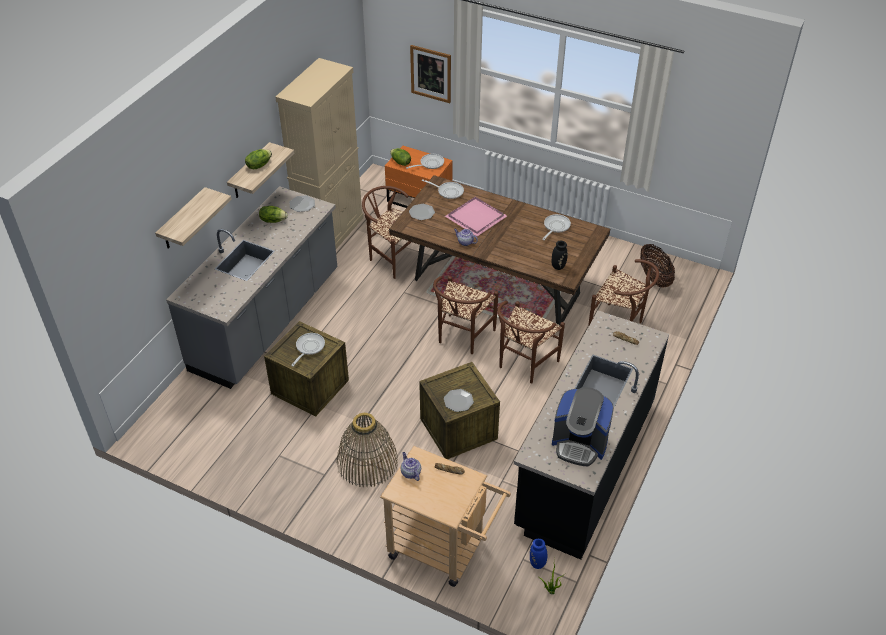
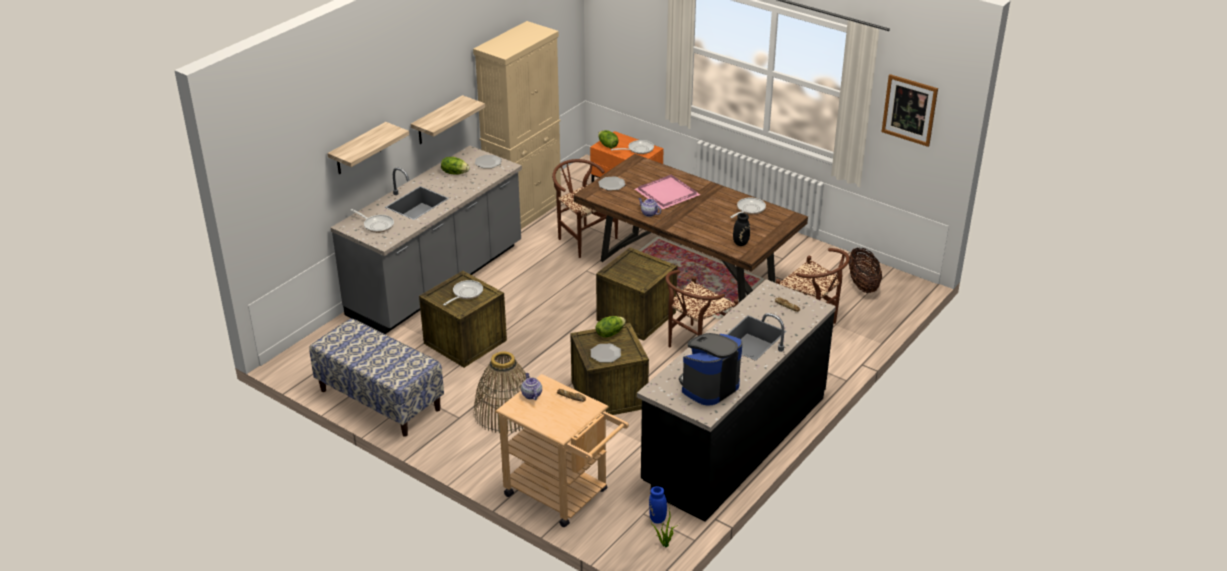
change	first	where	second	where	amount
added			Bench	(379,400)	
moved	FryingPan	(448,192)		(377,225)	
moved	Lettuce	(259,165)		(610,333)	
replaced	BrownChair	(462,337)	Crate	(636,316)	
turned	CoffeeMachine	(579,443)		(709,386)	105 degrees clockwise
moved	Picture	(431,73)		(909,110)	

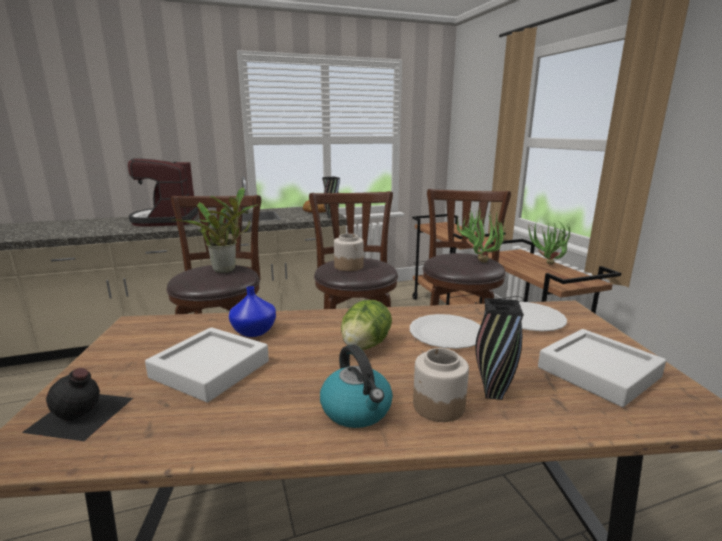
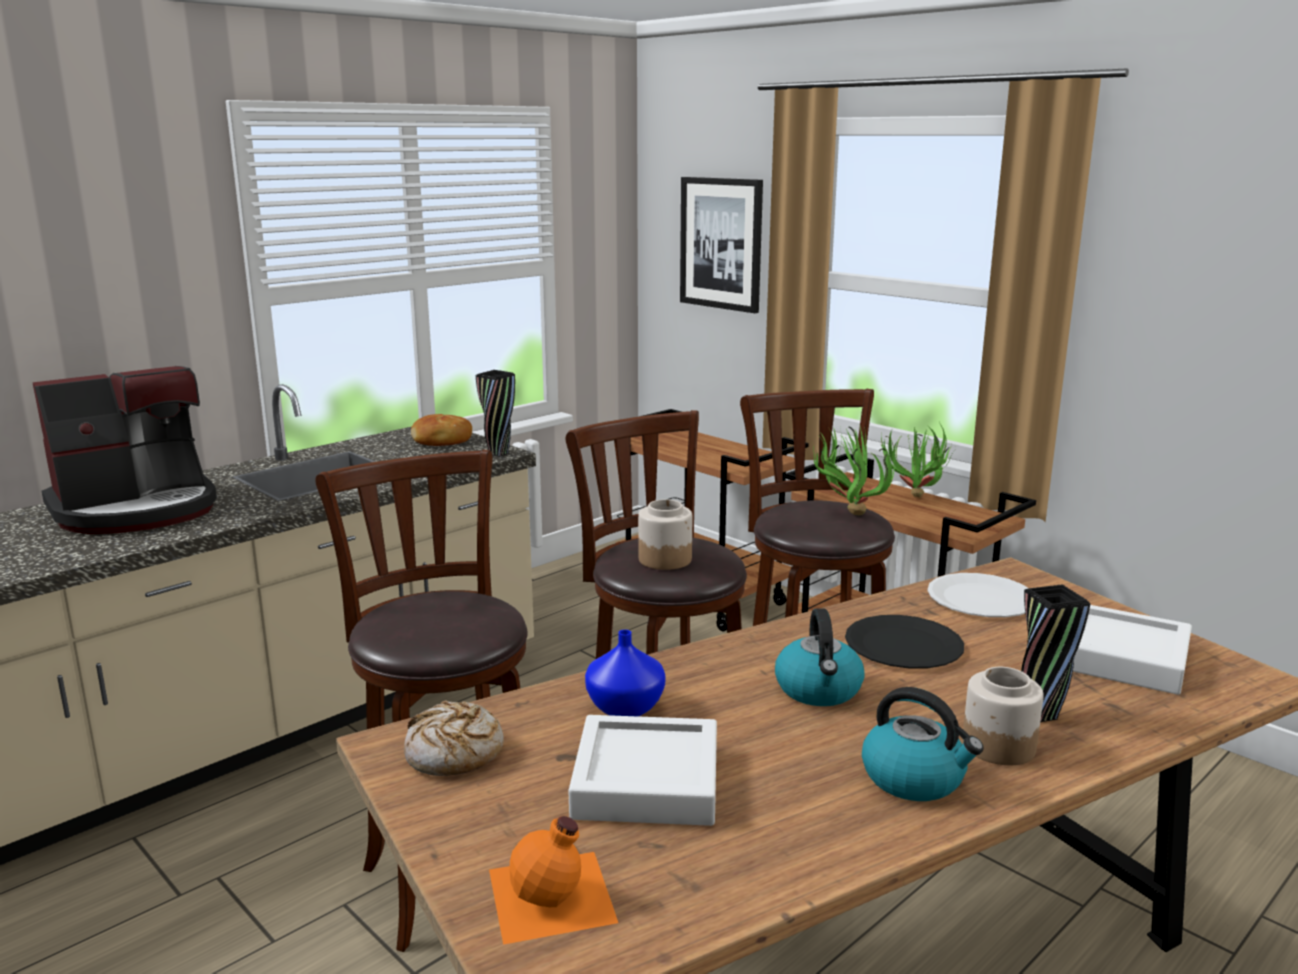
change	first	where	second	where	amount
turned	CoffeeMachine	(166,220)		(137,509)	90 degrees counterclockwise
added			Bread	(454,753)	
recoloured	BlackBottle	(81,415)	OrangeBottle	(553,896)	
added			Picture	(721,243)	
replaced	Lettuce	(365,345)	Kettle	(819,690)	
recoloured	WhitePlate	(446,333)	BlackPlate	(903,645)	
removed	PottedPlant	(227,269)			

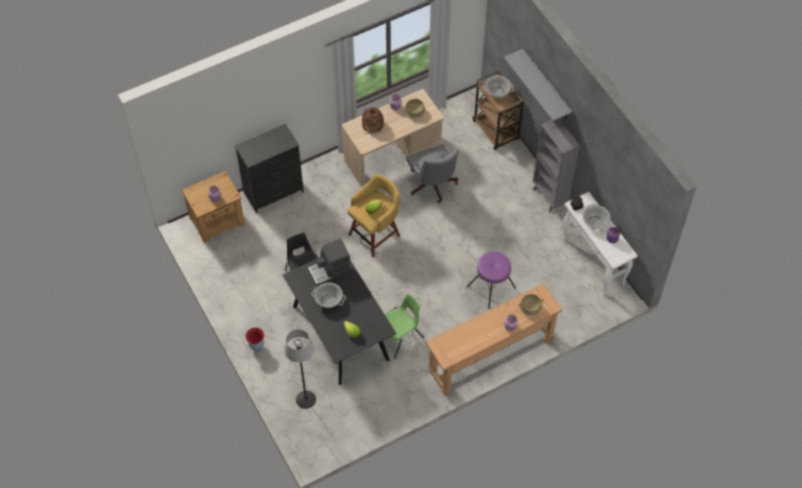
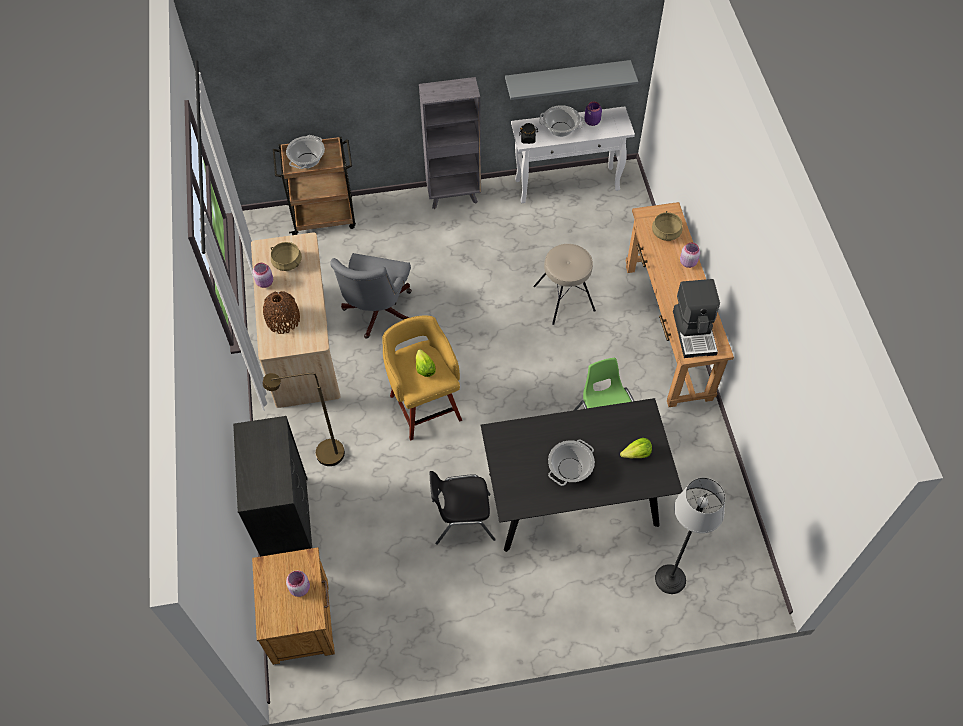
change	first	where	second	where	amount
added			BrownFloorLamp	(322,456)	
turned	GreyOfficeChair	(432,186)		(377,313)	105 degrees clockwise
moved	GreyShelf	(546,85)		(567,78)	
recoloured	PurpleStool	(491,287)	BeigeStool	(564,298)	
moved	CoffeeMachine	(330,271)		(695,332)	
removed	Vase	(256,347)			

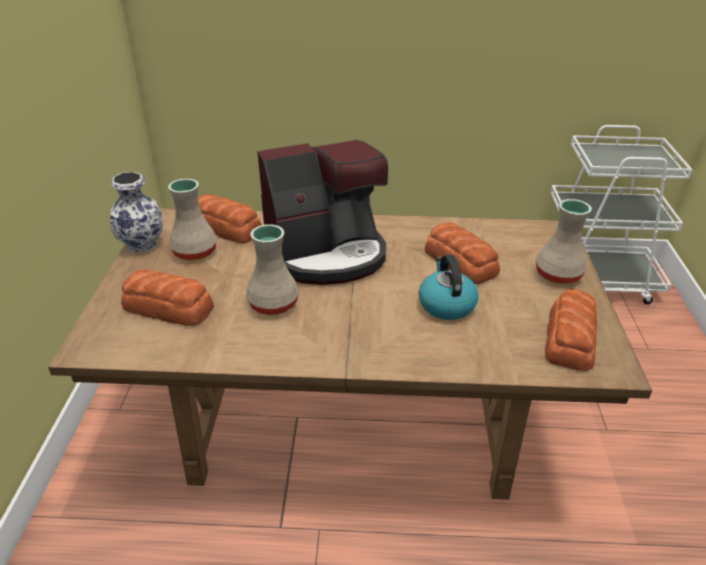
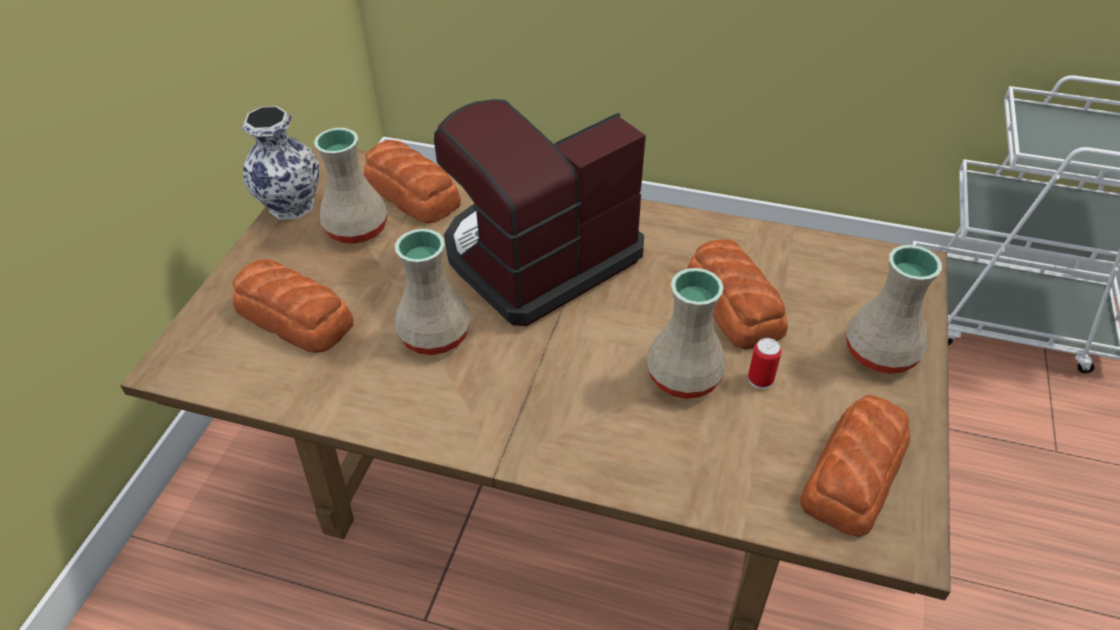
change	first	where	second	where	amount
turned	CoffeeMachine	(326,253)		(538,257)	150 degrees clockwise
replaced	Kettle	(446,304)	BeigeVase	(683,377)	
added			Can	(760,379)	

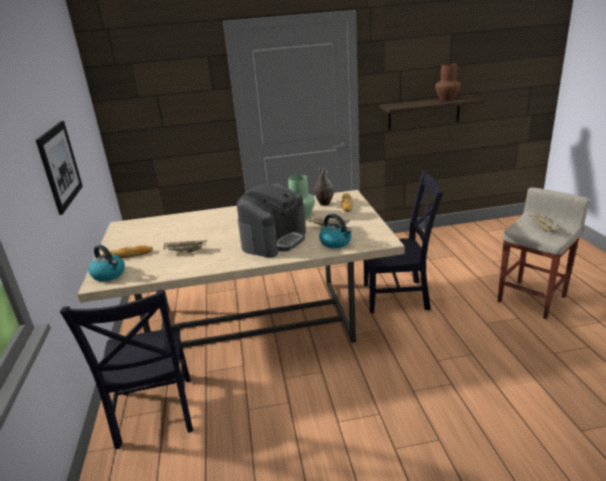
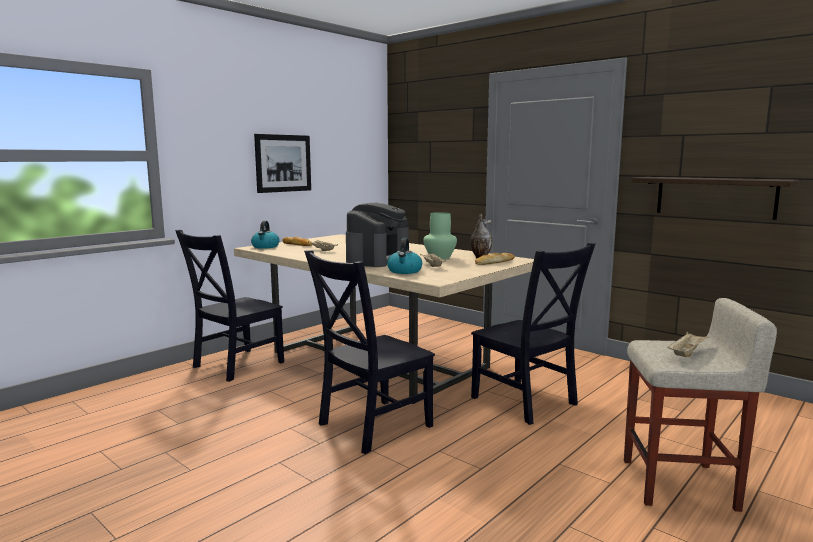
change	first	where	second	where	amount
added			BlackChair	(371,426)	
turned	CoffeeMachine	(274,240)		(378,260)	60 degrees counterclockwise
removed	BrownVase	(446,99)			

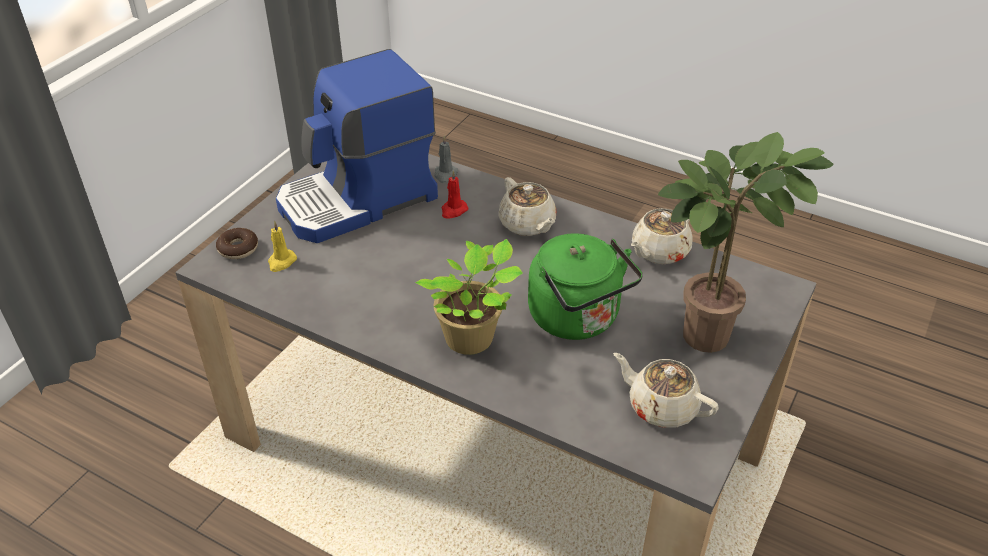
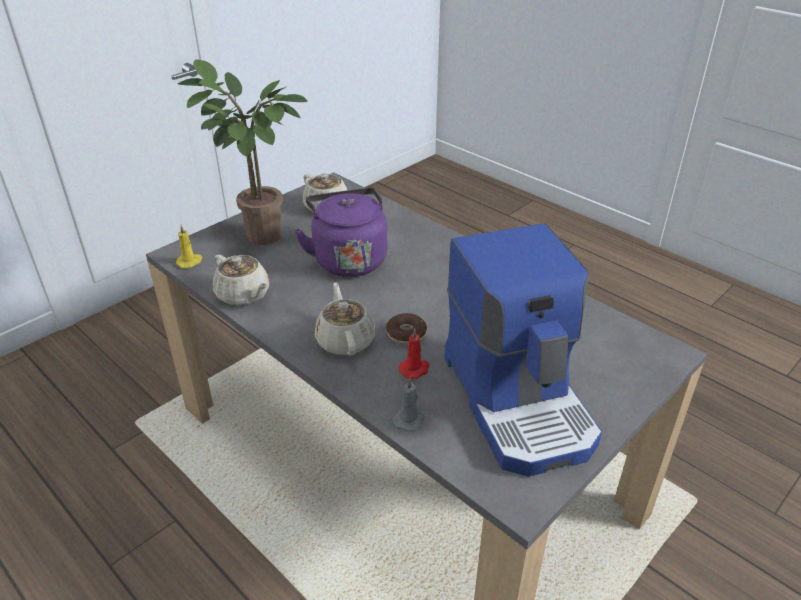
change	first	where	second	where	amount
moved	YellowCandle	(281,262)		(190,262)	
turned	BeigeTeapot	(659,251)		(243,295)	75 degrees clockwise
recoloured	GreenKettle	(578,319)	PurpleKettle	(348,259)	
moved	Donut	(238,249)		(406,334)	
turned	CoffeeMachine	(358,201)		(520,401)	90 degrees clockwise
removed	PottedPlant	(473,339)			

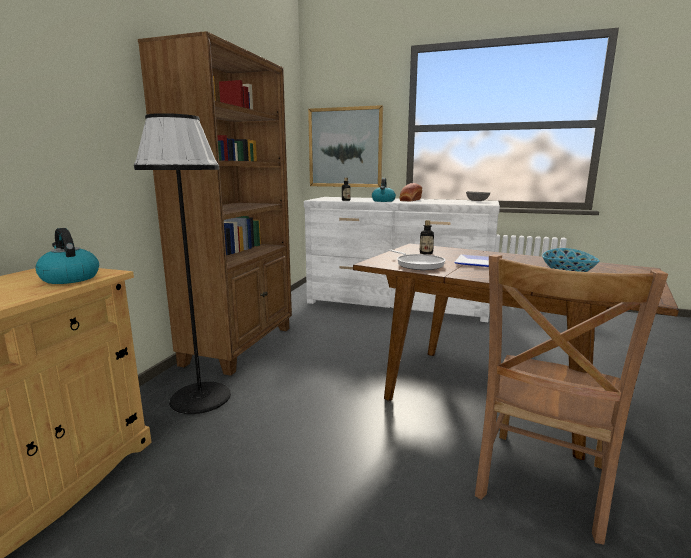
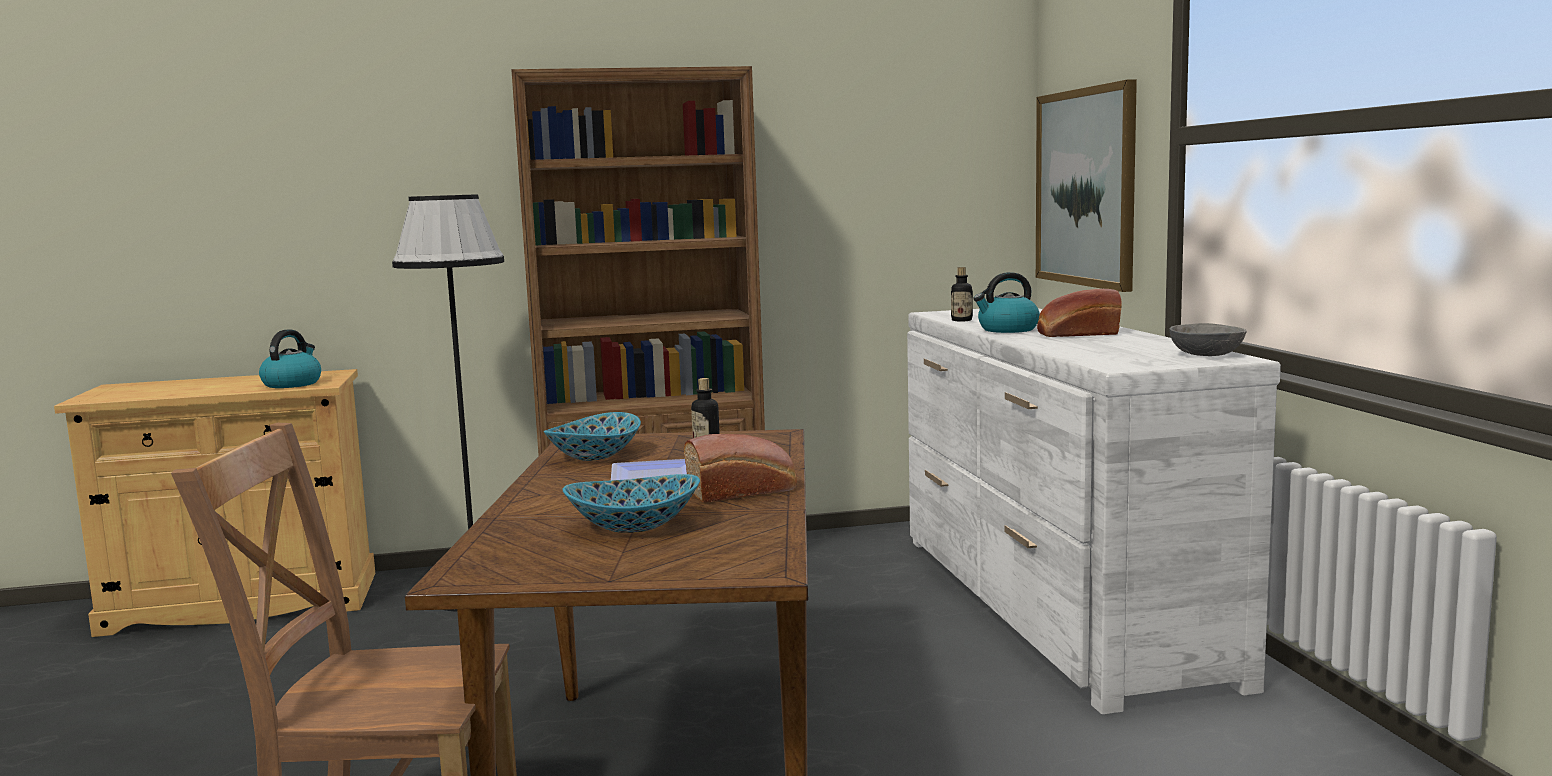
change	first	where	second	where	amount
replaced	FryingPan	(418,264)	Bowl	(595,456)	
added			Bread	(743,491)	

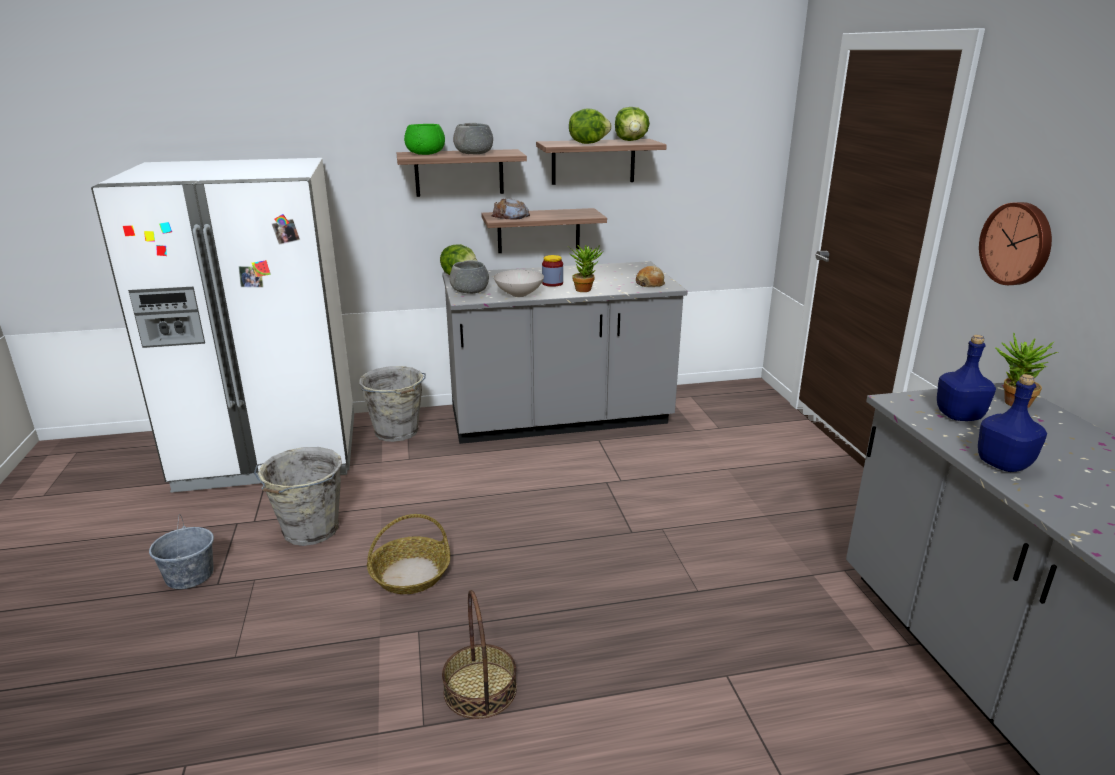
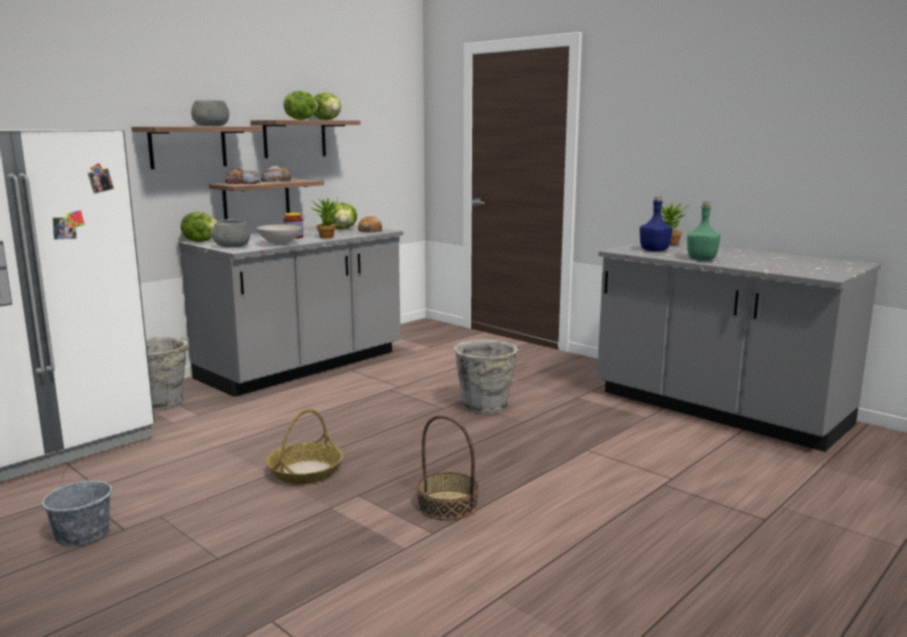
change	first	where	second	where	amount
added			Bread	(276,181)	
added			Lettuce	(343,229)	
moved	GreyBucket	(309,531)		(485,407)	
recoloured	BlueBottle	(1003,464)	GreenBottle	(701,259)	
removed	GreenBowl	(425,153)			
removed	WallClock	(1017,243)			

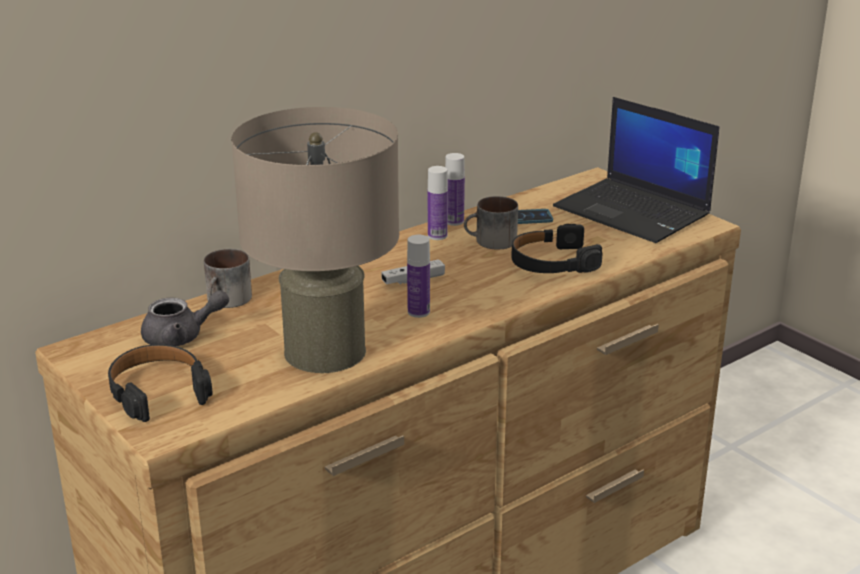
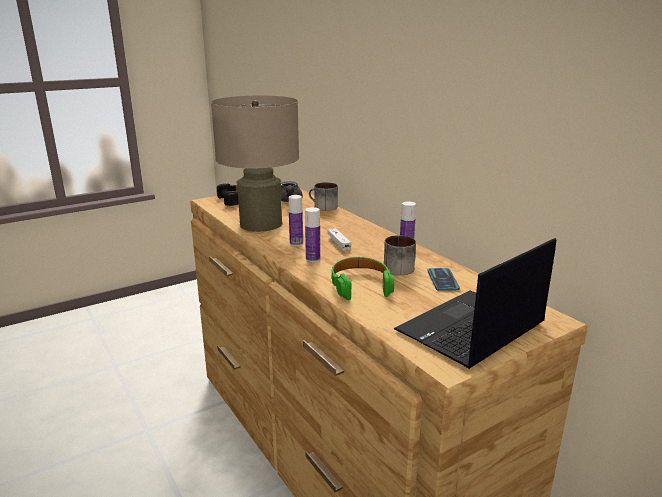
change	first	where	second	where	amount
moved	Bottle	(454,221)		(313,259)	
recoloured	BlackHeadphones	(552,262)	GreenHeadphones	(360,284)	

